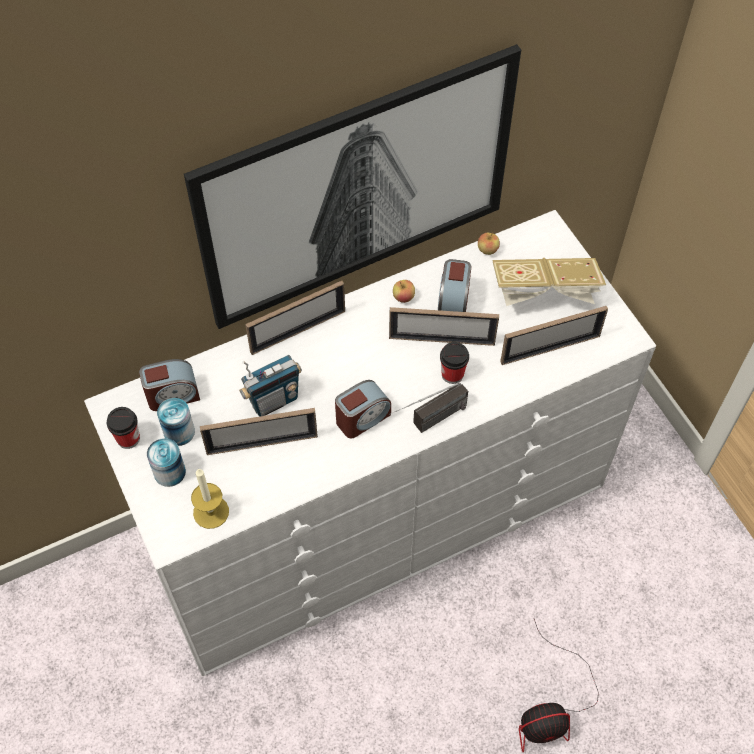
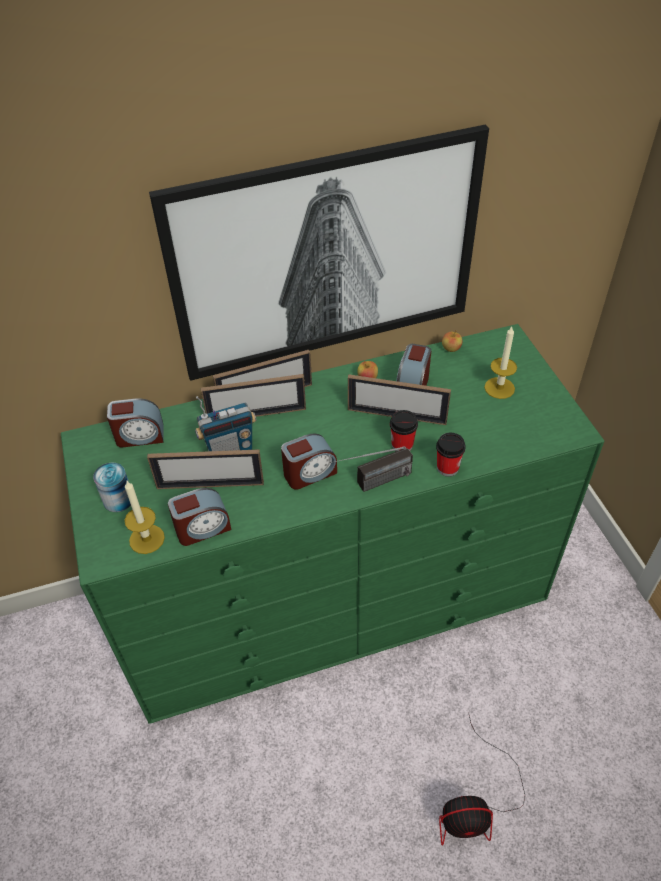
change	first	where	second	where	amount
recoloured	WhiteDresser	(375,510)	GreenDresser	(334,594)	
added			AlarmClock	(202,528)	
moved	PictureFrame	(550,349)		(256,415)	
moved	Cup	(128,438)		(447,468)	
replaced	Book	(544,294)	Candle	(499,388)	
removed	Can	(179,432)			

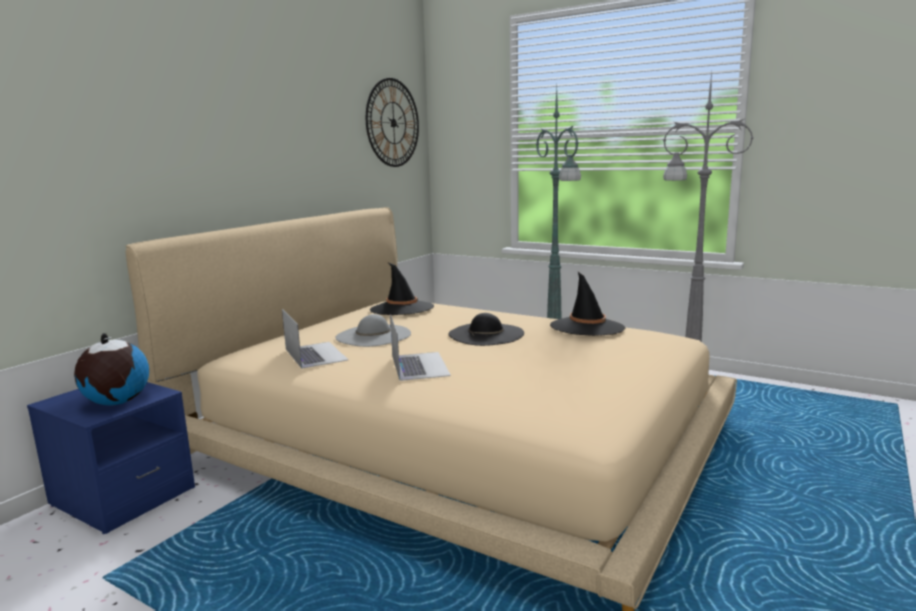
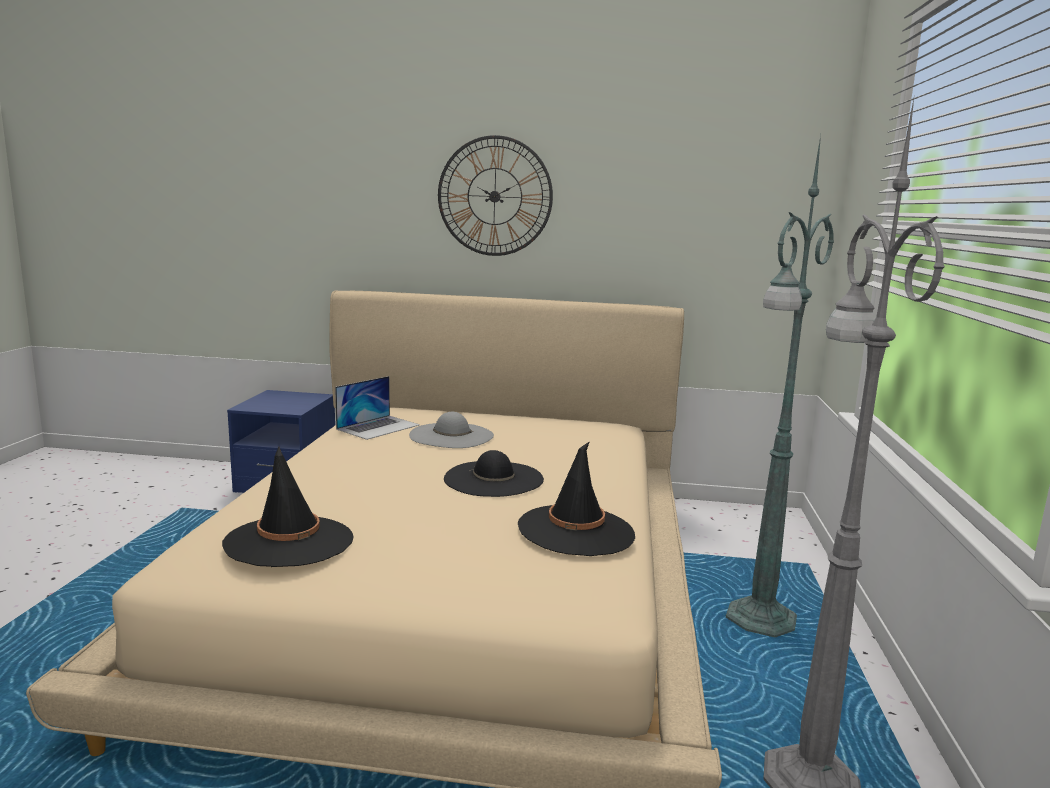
change	first	where	second	where	amount
moved	BlackHat	(402,309)		(289,542)	
moved	WallClock	(393,123)		(494,196)	
removed	Globe	(117,402)			
removed	Laptop	(419,365)			

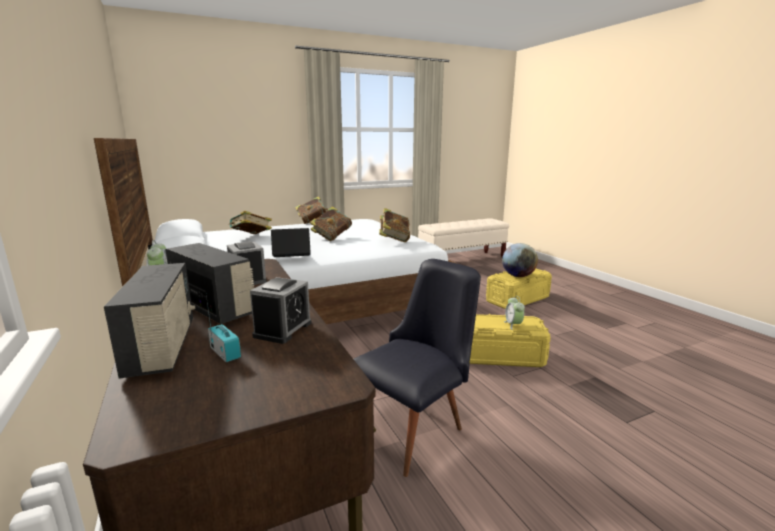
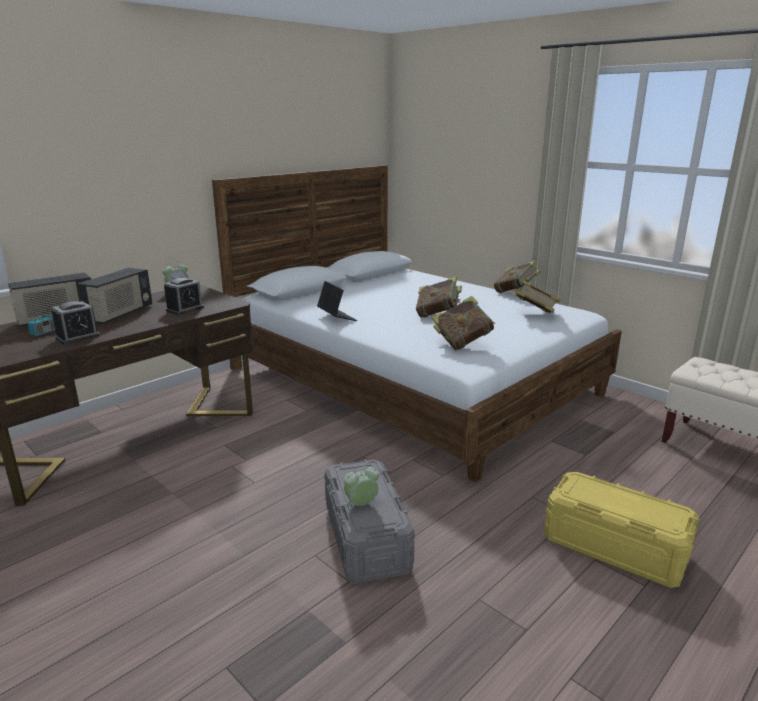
change	first	where	second	where	amount
turned	AlarmClock	(283,329)		(77,337)	45 degrees counterclockwise
recoloured	YellowStorageBox	(497,355)	GreyStorageBox	(366,538)	
moved	Book	(251,237)		(534,315)	
removed	BlackChair	(414,426)			
removed	Globe	(518,276)			

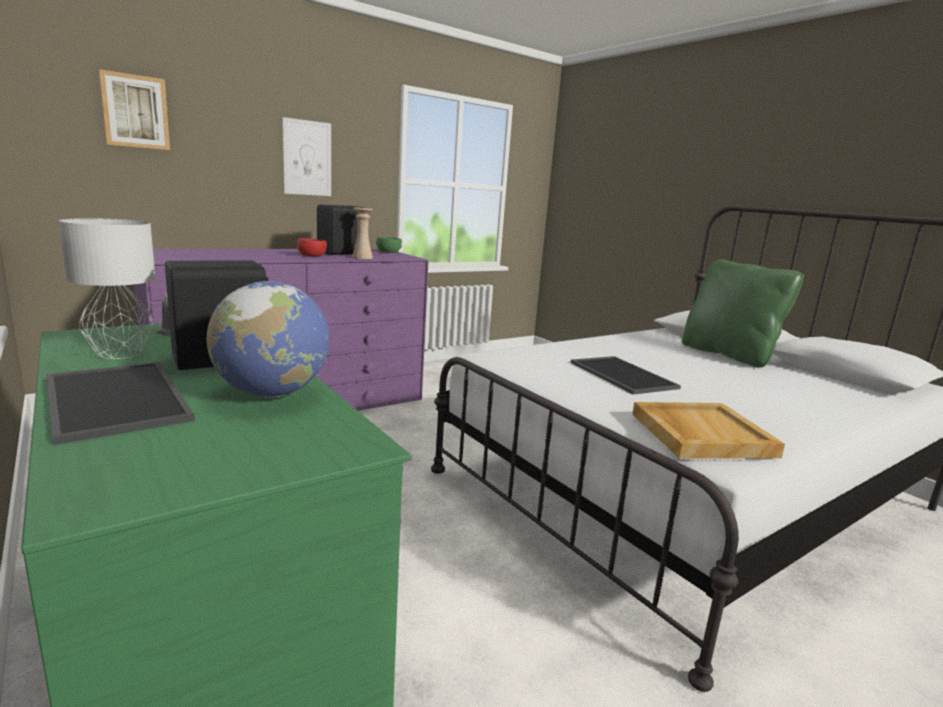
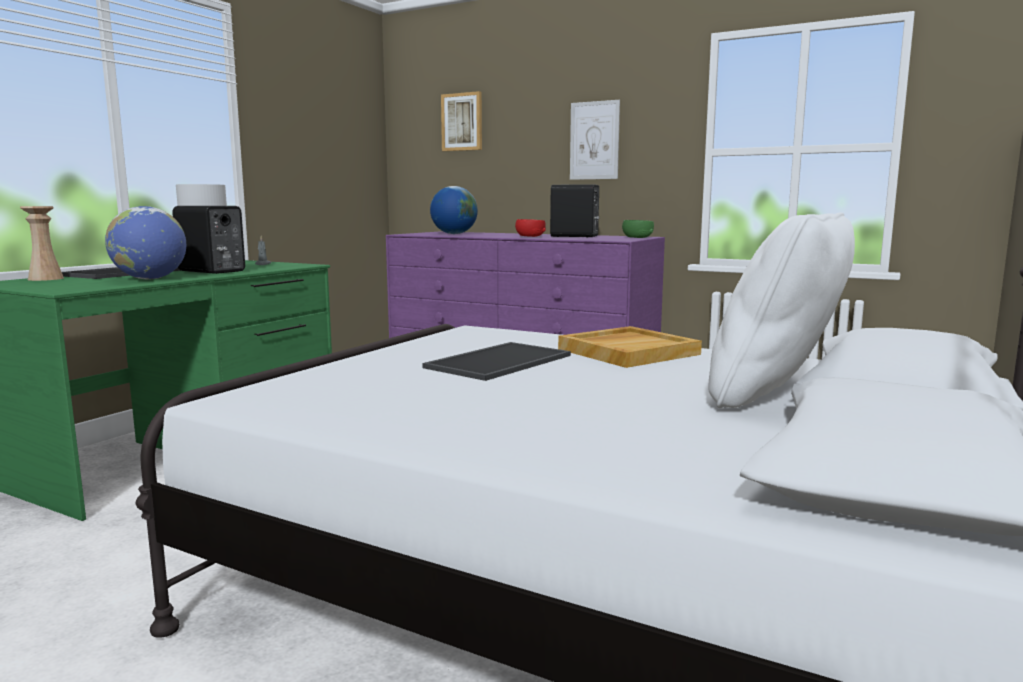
change	first	where	second	where	amount
moved	BeigeVase	(362,257)		(46,279)	
added			Globe	(454,234)	
moved	BeigeTray	(700,434)		(628,351)	
recoloured	GreenPillow	(729,355)	WhitePillow	(776,395)	

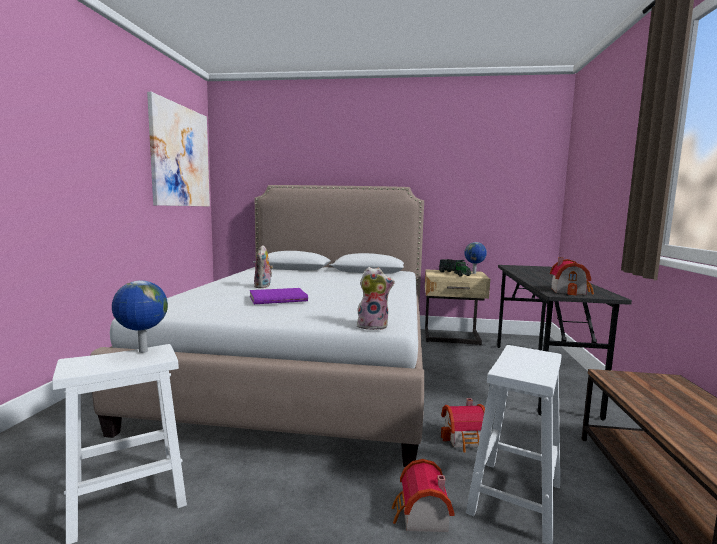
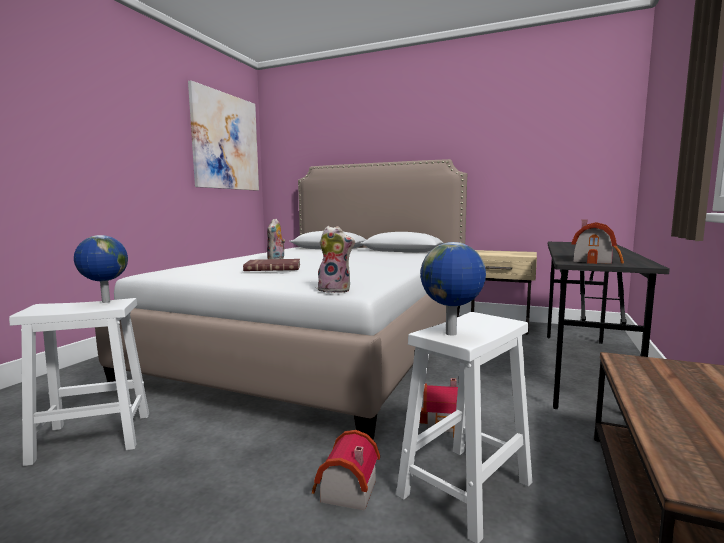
change	first	where	second	where	amount
recoloured	PurpleBook	(278,298)	RedBook	(273,267)	
moved	Globe	(474,273)		(451,334)	
removed	ToyTruck	(454,274)			

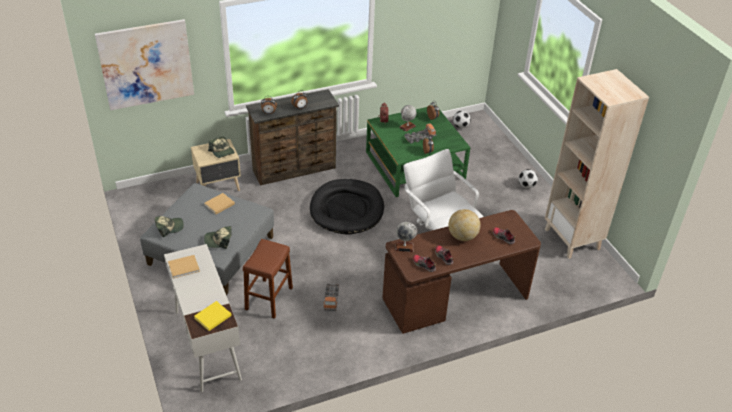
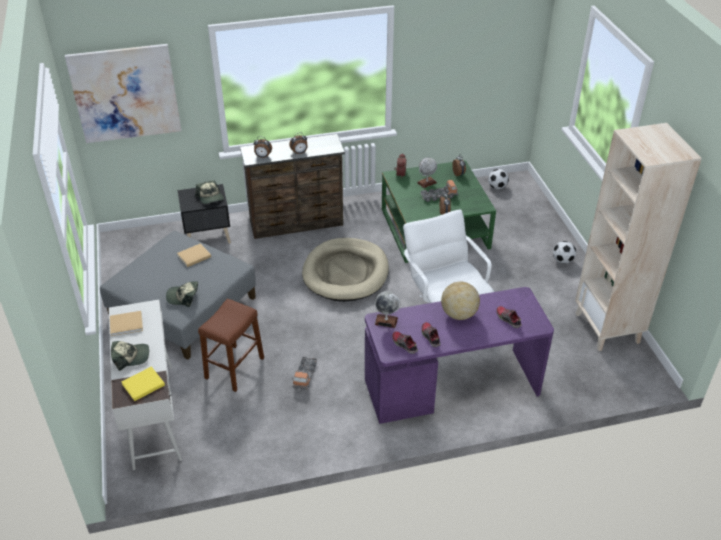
change	first	where	second	where	amount
moved	Cap	(169,227)		(131,357)	
recoloured	BeigeNightstand	(219,187)	BlackNightstand	(208,237)	
recoloured	BlackDogBed	(347,209)	BeigeDogBed	(346,273)	
recoloured	BrownDesk	(456,298)	PurpleDesk	(452,387)	

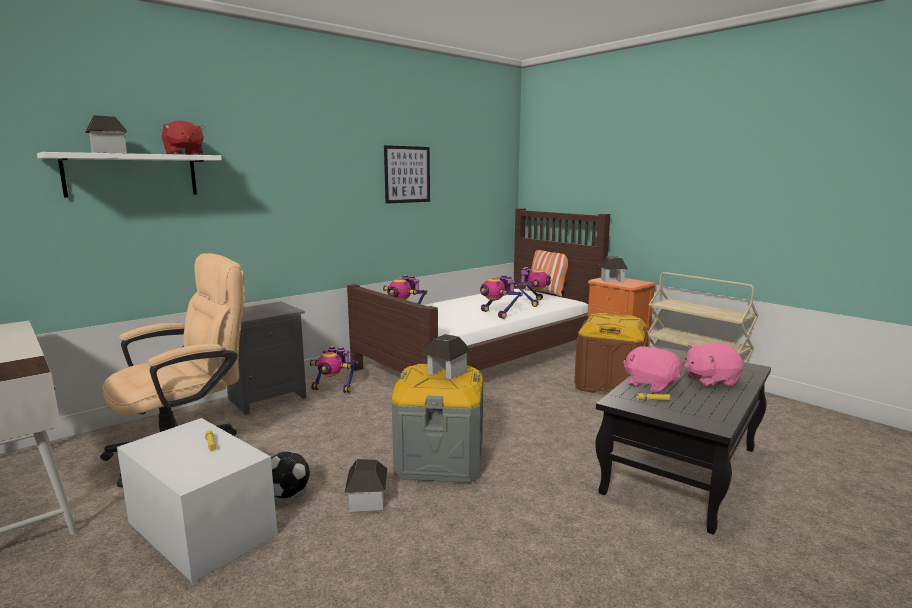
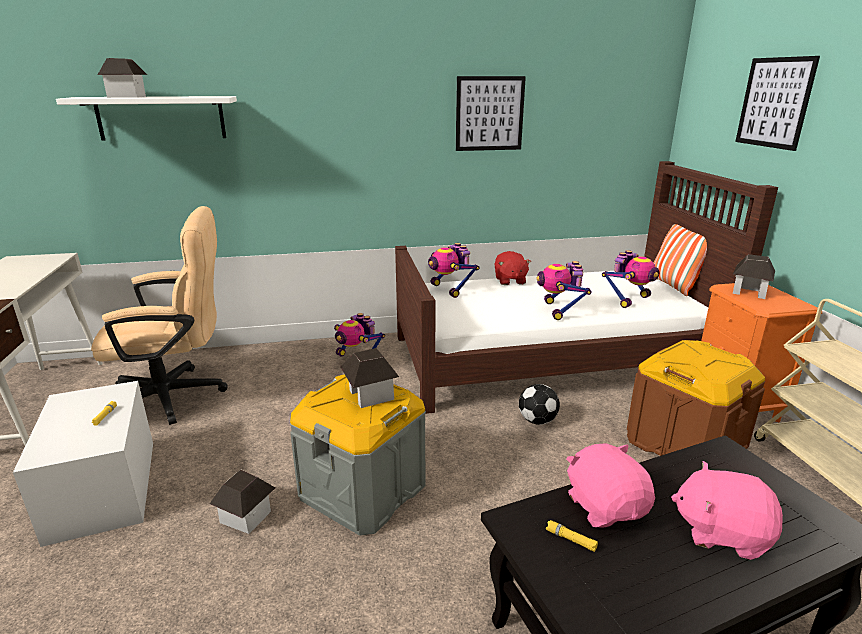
change	first	where	second	where	amount
moved	RedPlushToy	(184,154)		(510,280)	
moved	Football	(288,494)		(538,421)	
added			Picture	(774,102)	
removed	GreyNightstand	(266,398)			

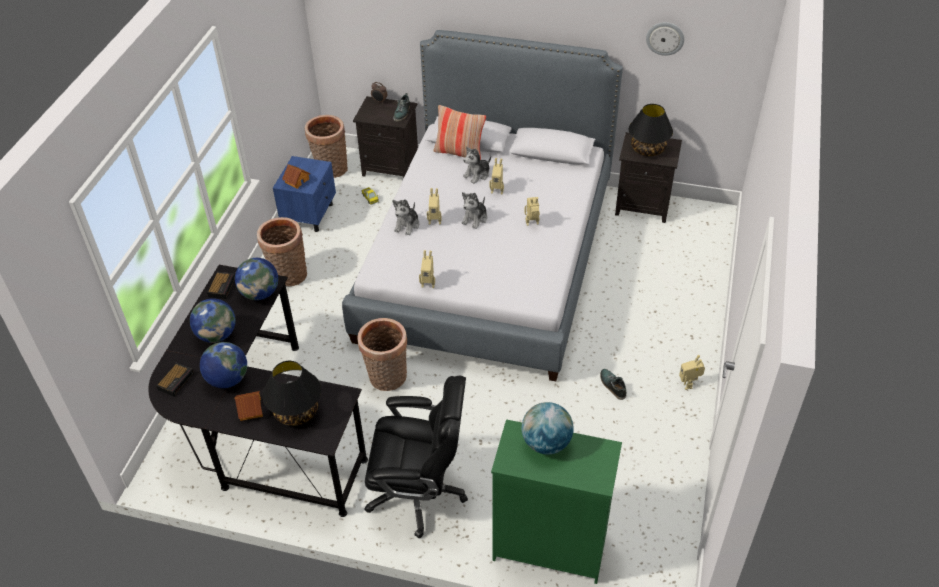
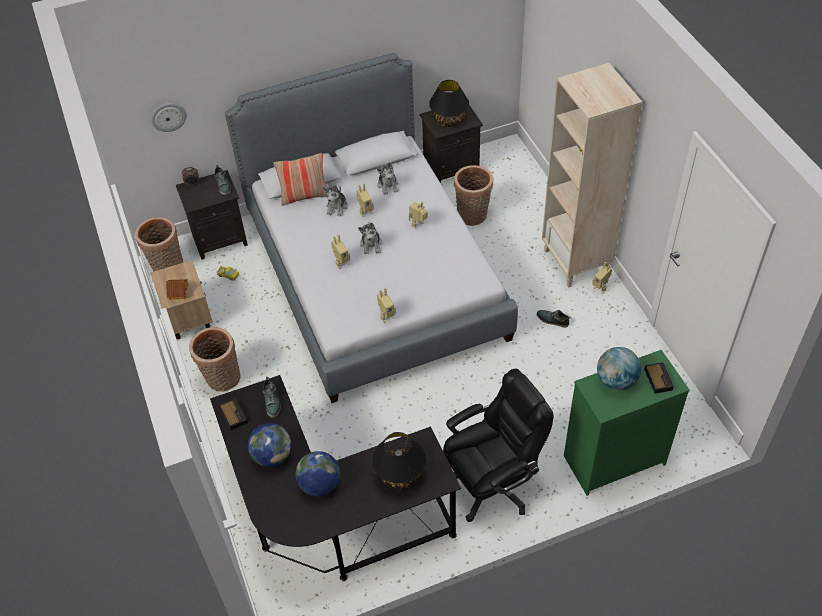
change	first	where	second	where	amount
moved	WallClock	(665,38)		(168,116)	
recoloured	BlueNightstand	(310,214)	BeigeNightstand	(188,317)	
replaced	Globe	(260,293)	Shoe	(272,401)	
moved	PlushToy	(407,225)		(388,185)	
moved	Basket	(387,379)		(472,216)	
added			BeigeBookcase	(576,262)	
moved	AlarmClock	(176,381)		(658,379)	
removed	ToyHouse	(250,409)			

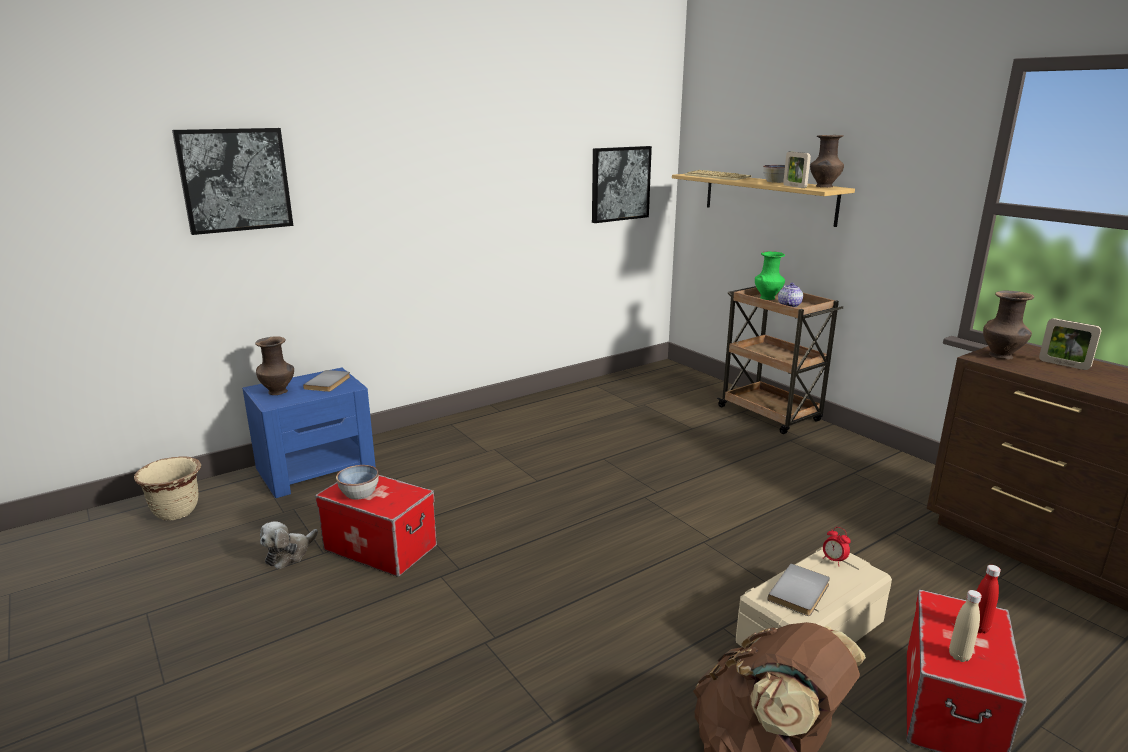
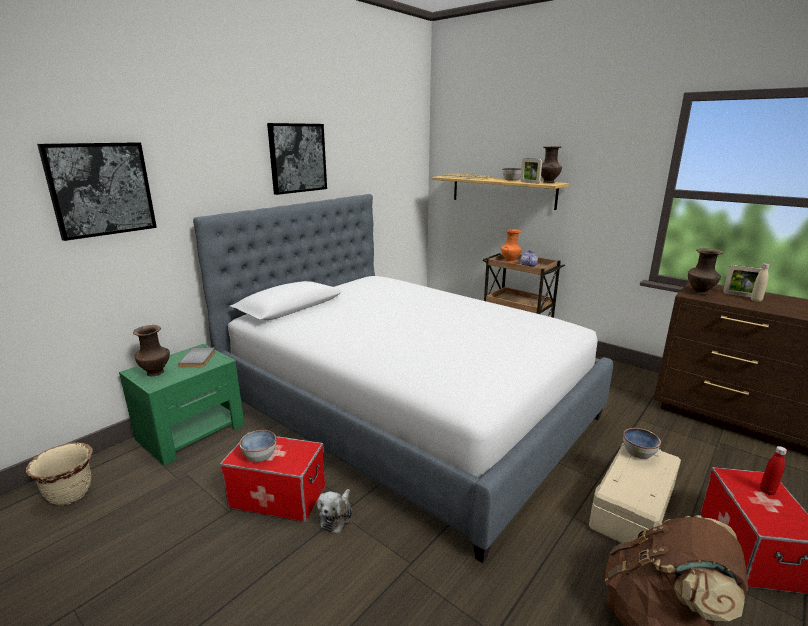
change	first	where	second	where	amount
recoloured	BlueNightstand	(316,468)	GreenNightstand	(192,432)	
added			Bed	(406,409)	
moved	Picture	(620,183)		(297,158)	
moved	PlushToy	(289,554)		(336,516)	
recoloured	GreenVase	(768,298)	OrangeVase	(510,262)	
replaced	AlarmClock	(833,560)	Bowl	(639,452)	
moved	BeigeBottle	(959,656)		(756,300)	
removed	GreyBook	(801,592)			

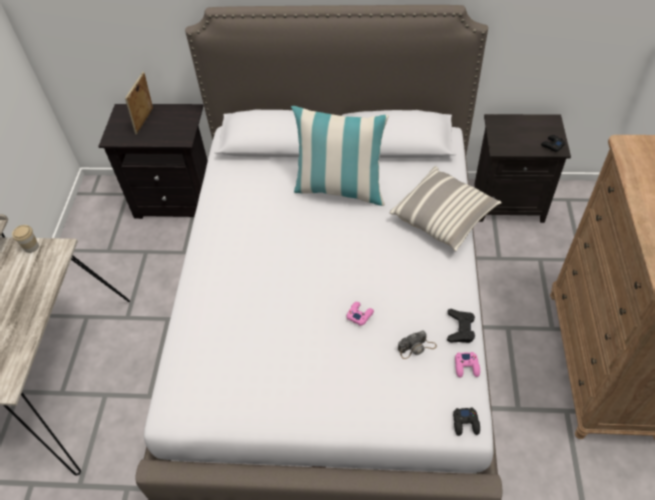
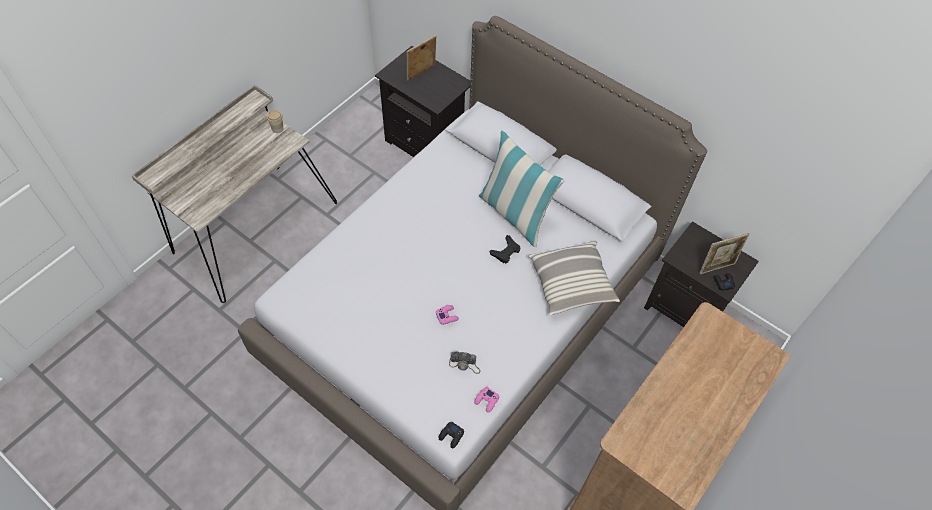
change	first	where	second	where	amount
moved	BlackGameController	(460,328)		(505,251)	
added			PictureFrame	(716,267)	

